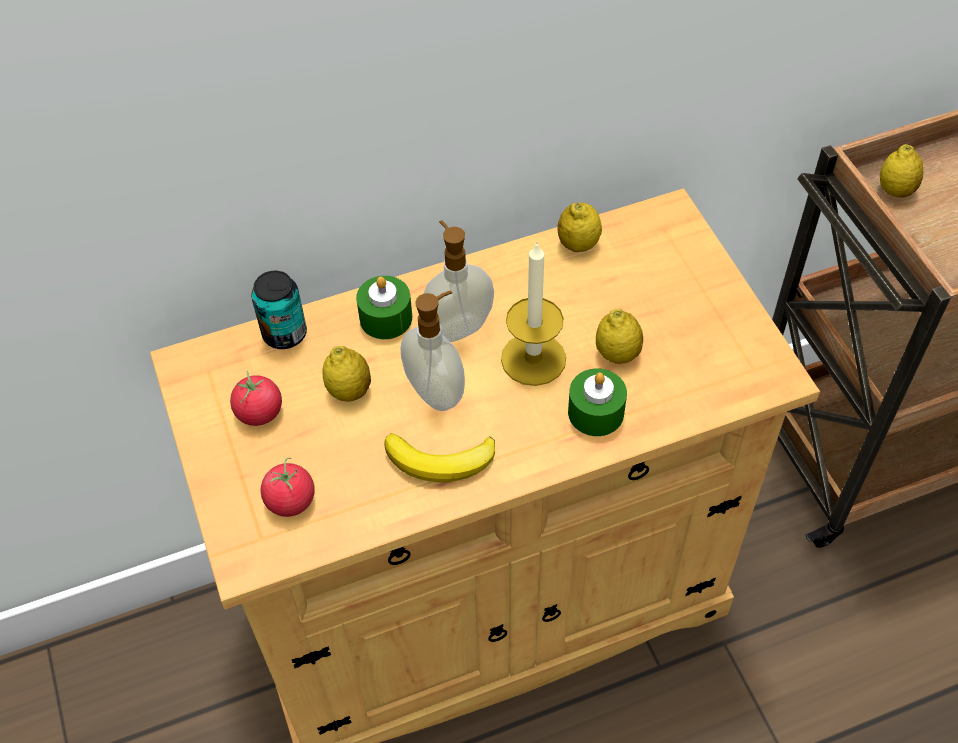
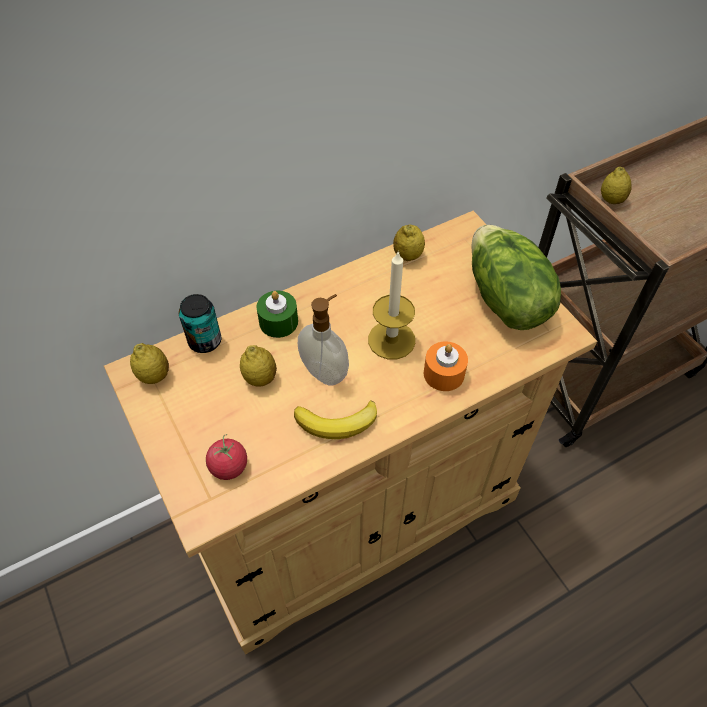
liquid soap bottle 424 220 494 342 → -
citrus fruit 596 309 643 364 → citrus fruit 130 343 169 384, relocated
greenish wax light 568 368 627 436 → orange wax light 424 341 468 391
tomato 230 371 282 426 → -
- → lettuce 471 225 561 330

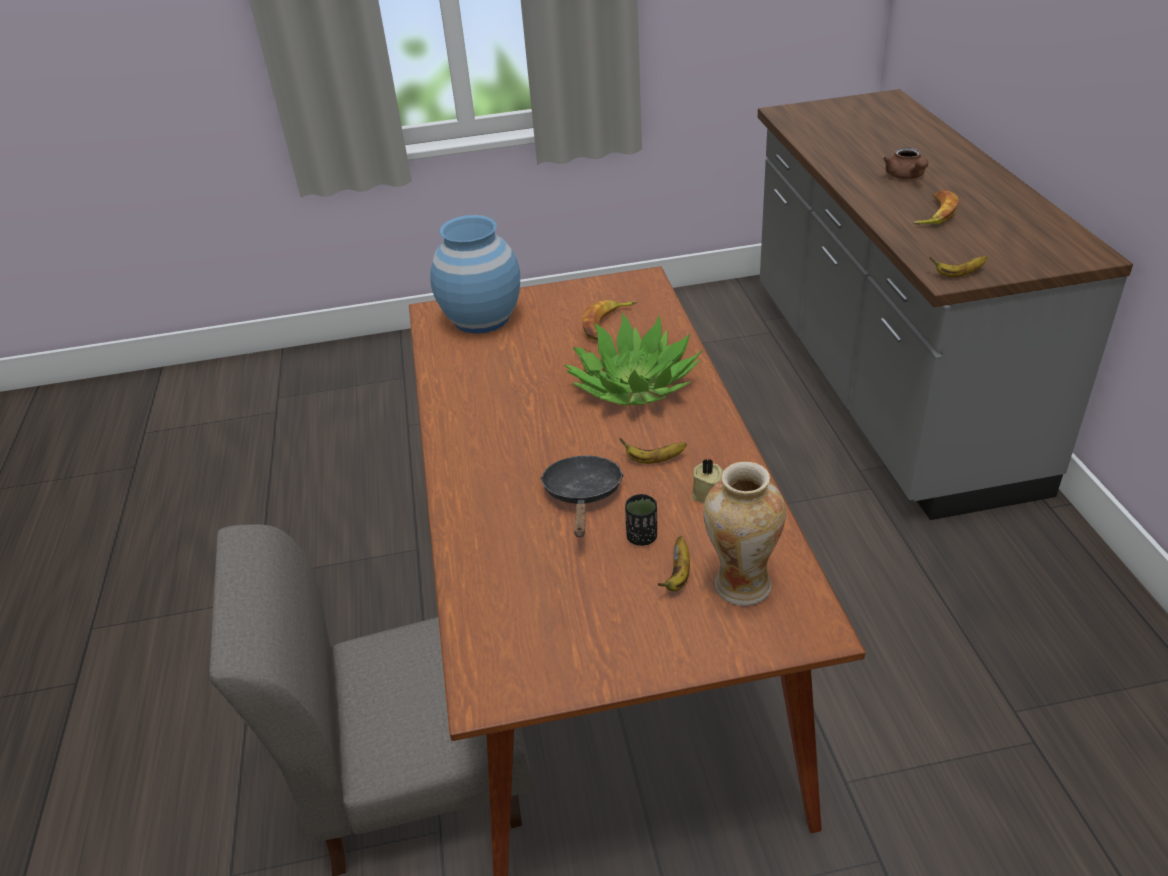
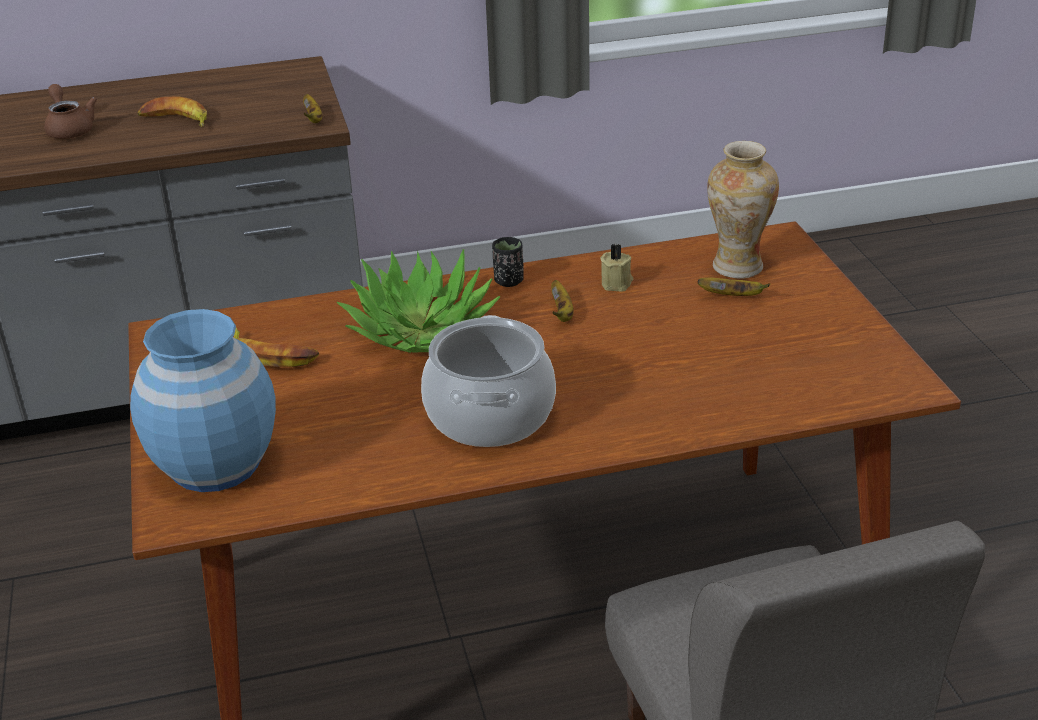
brown tea pot 883 147 928 179 → brown tea pot 44 84 97 139, 105 degrees counterclockwise
blackish frying pan 540 456 624 537 → -
blackish drinking cup 625 494 657 546 → blackish drinking cup 492 237 524 287, relocated
- → cooking pot 421 315 556 447

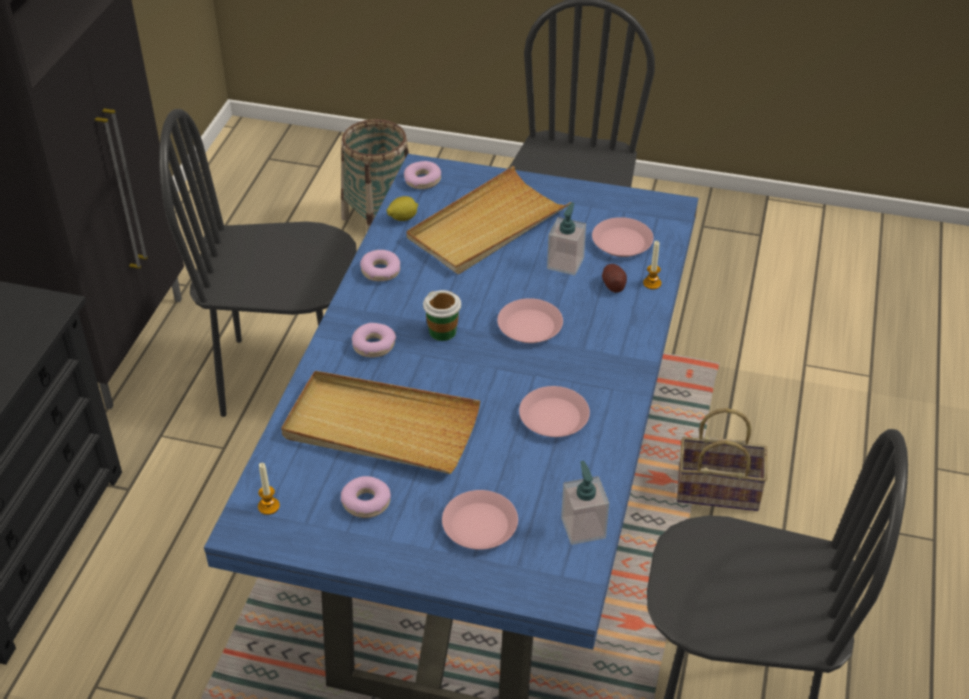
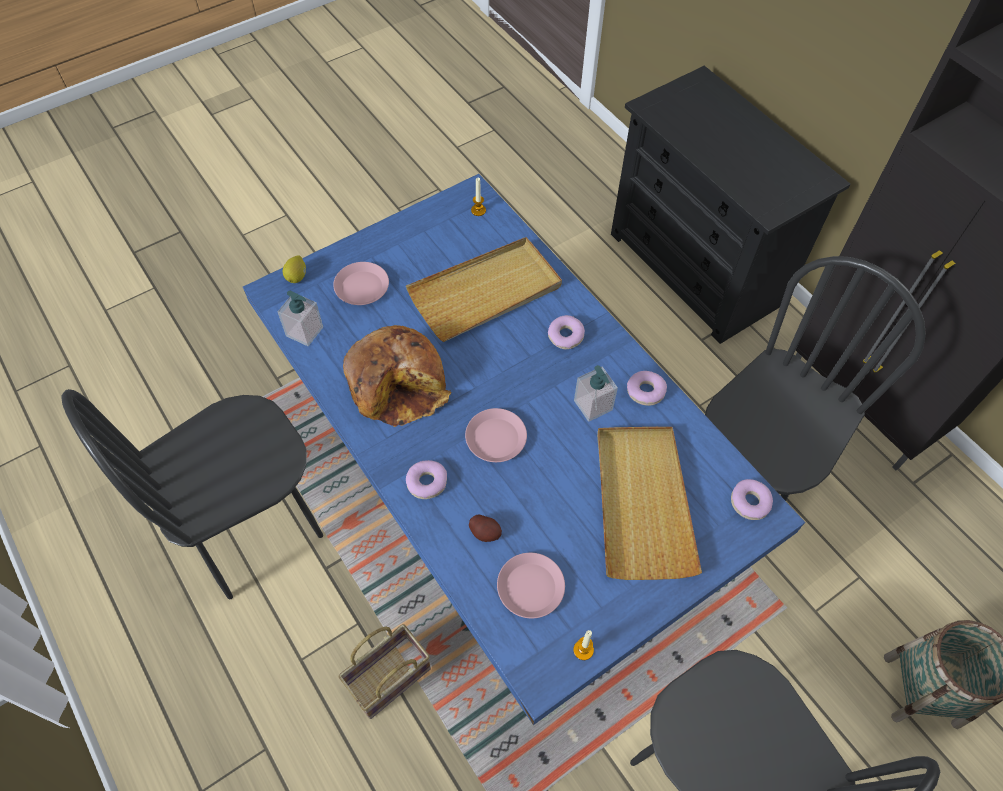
citrus fruit 386 196 418 221 → citrus fruit 283 255 306 283, relocated
liquid soap bottle 547 202 586 275 → liquid soap bottle 574 365 618 422, relocated
wax light 643 241 662 289 → wax light 573 630 594 660, relocated
drinking cup 423 290 461 341 → -
pink plate 519 386 590 437 → bread 343 325 452 427
donut 341 476 391 518 → donut 406 460 447 499, relocated

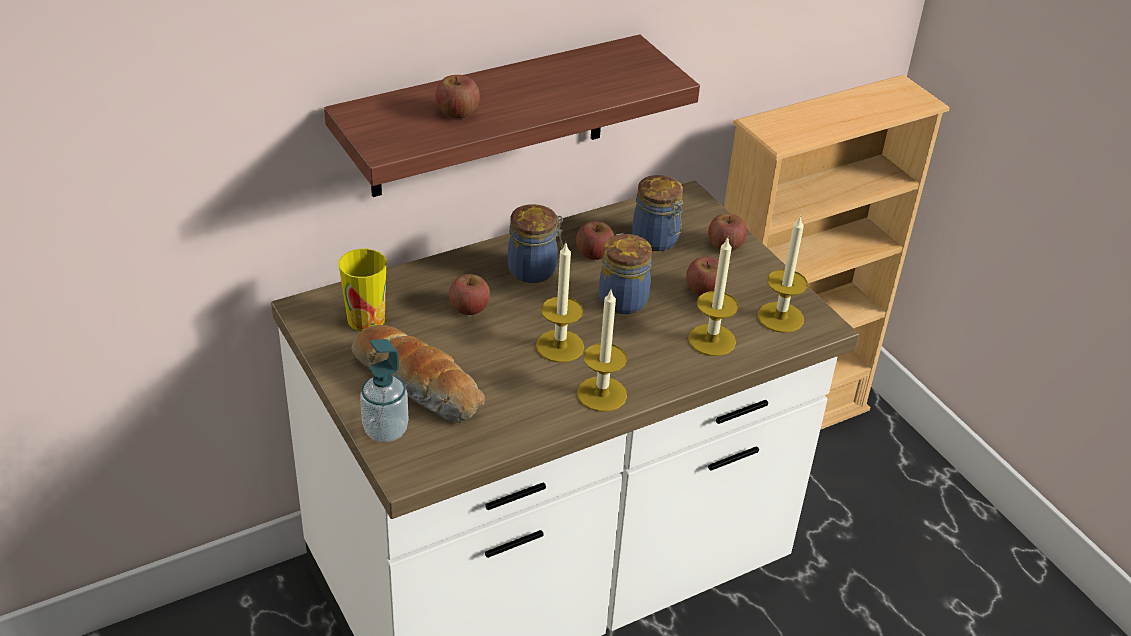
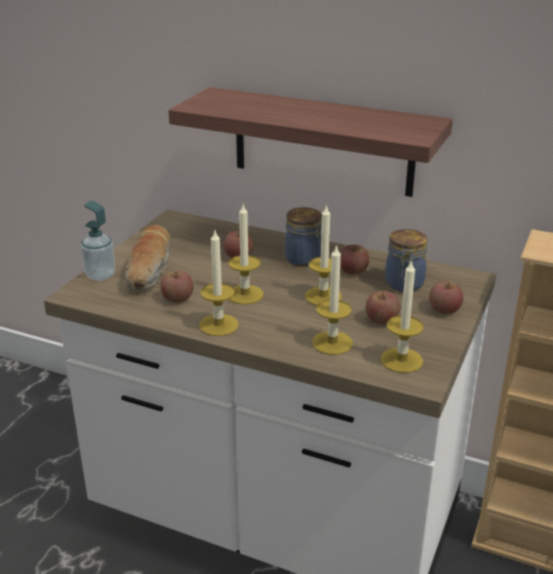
apple 435 75 480 119 → apple 160 271 194 303, relocated
preserve jar 599 234 652 314 → wax light 305 204 342 305
drinking cup 338 249 387 332 → -

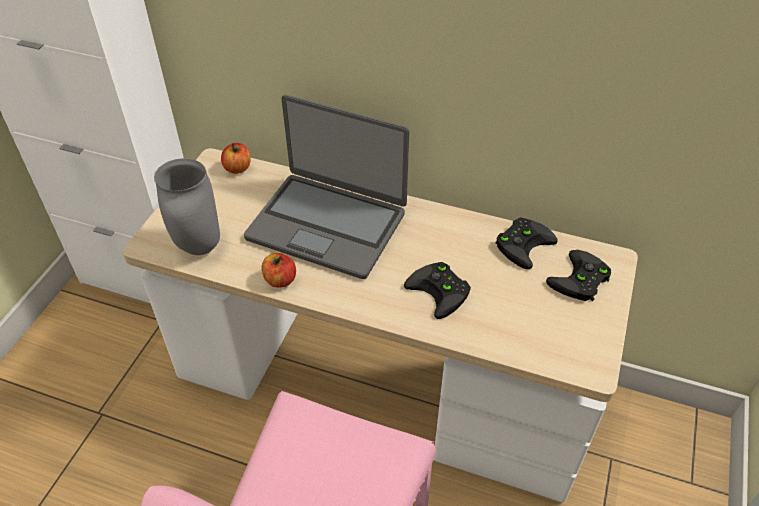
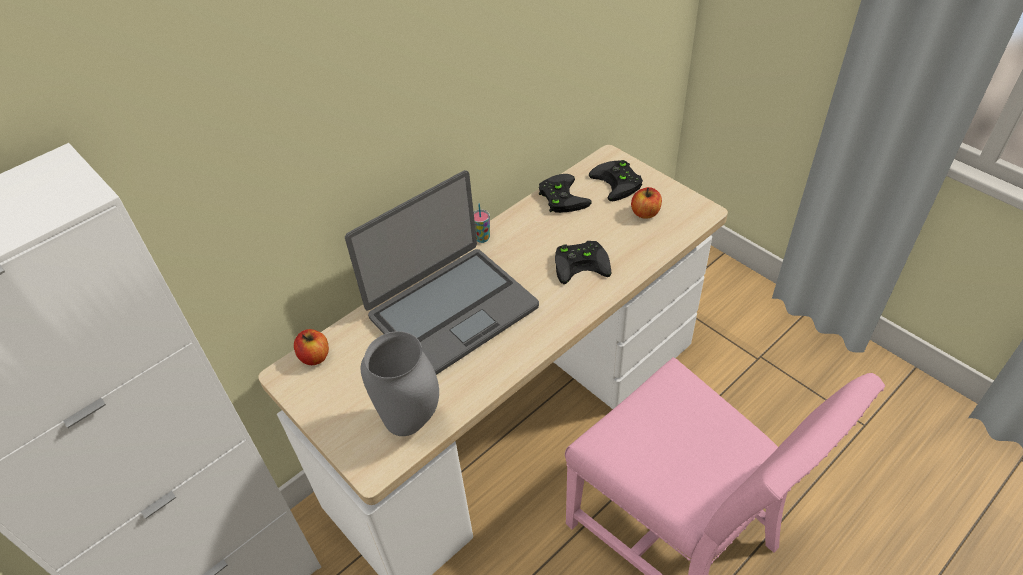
apple 262 253 296 288 → apple 631 187 662 219, relocated
- → drinking cup 474 204 490 243

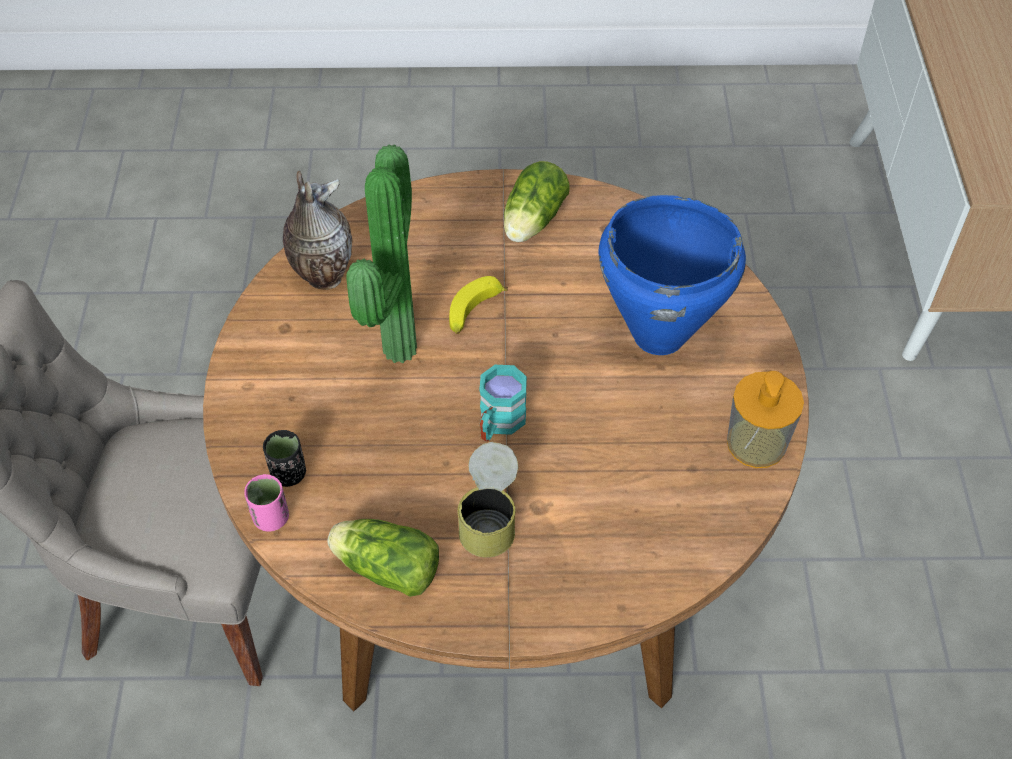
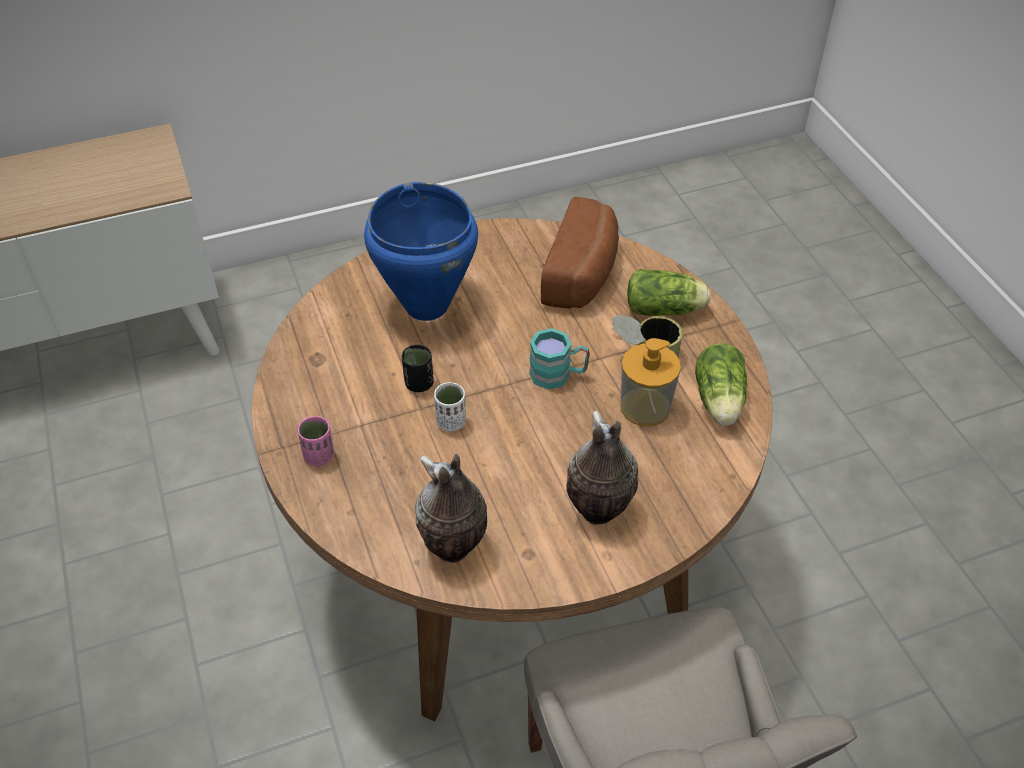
potted plant 346 144 417 363 → -
lettuce 504 161 570 242 → lettuce 627 269 711 316, relocated
banana fruit 449 276 508 334 → whitish drinking cup 434 382 466 432
liquid soap bottle 727 371 804 468 → liquid soap bottle 621 338 681 426, relocated
blackish drinking cup 263 430 306 487 → blackish drinking cup 402 345 434 392, relocated
pink drinking cup 244 474 289 532 → pink drinking cup 298 416 334 466, relocated
- → bread 541 197 619 309
- → decorative vase 566 411 638 525

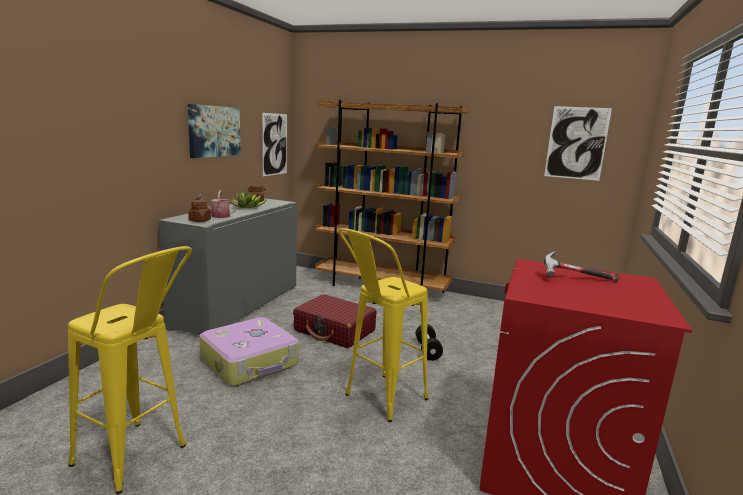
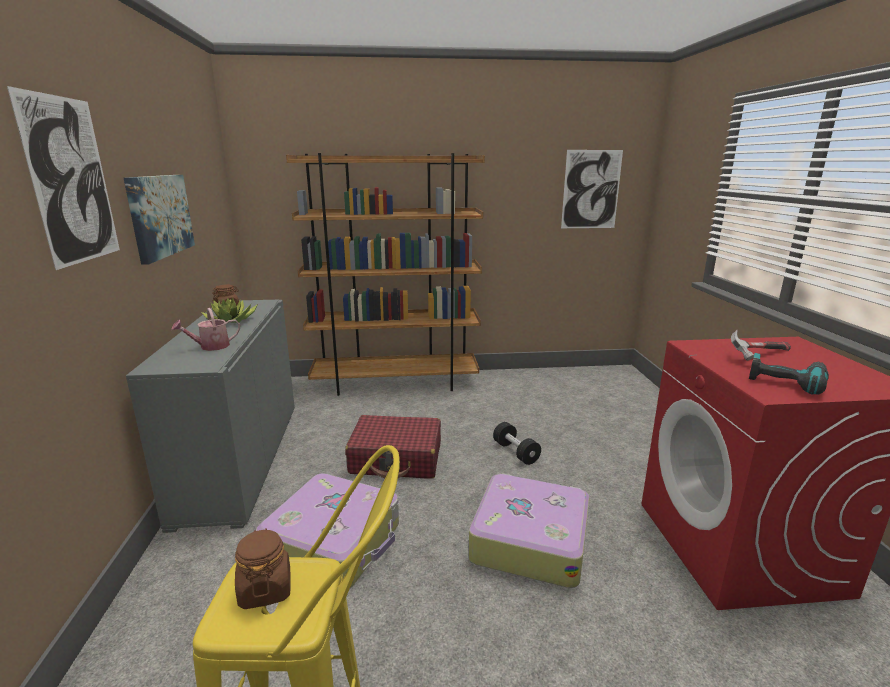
picture 262 113 287 176 → picture 7 86 120 270, relocated
brown preserve jar 188 200 211 222 → brown preserve jar 235 528 290 609, relocated
yellow sitting stool 338 228 428 422 → piece of luggage 469 473 590 588
- → electric drill 749 353 829 395

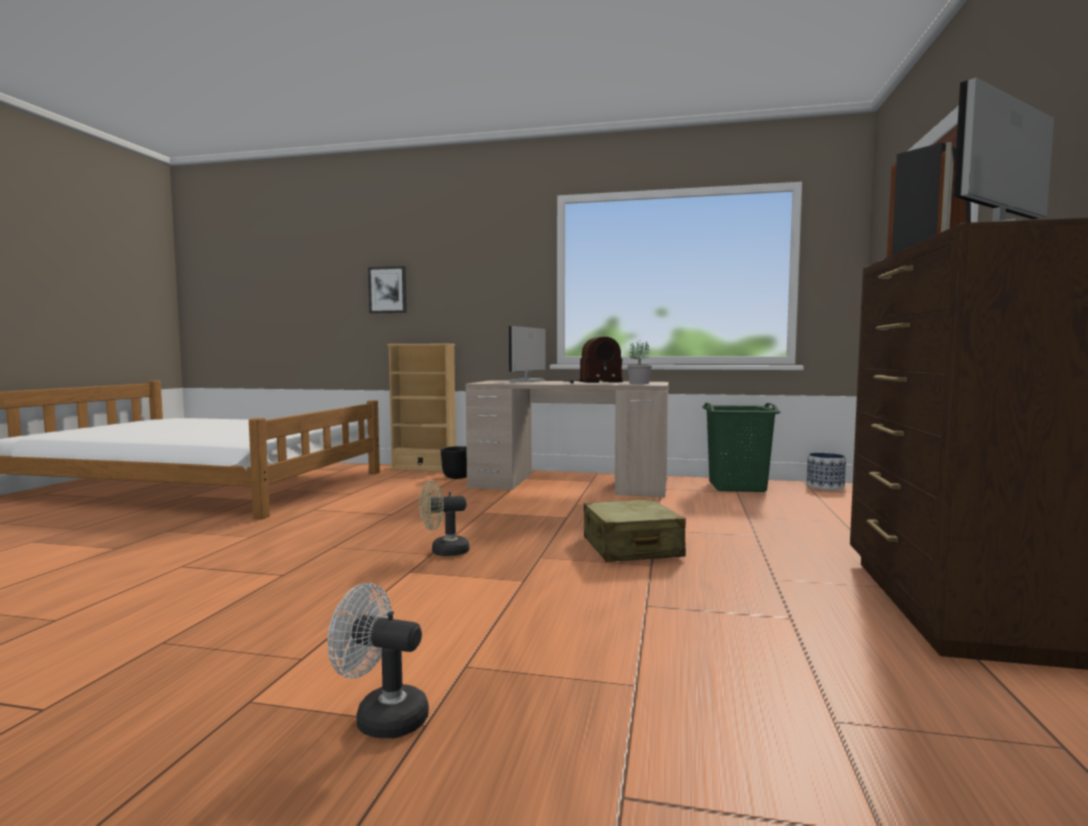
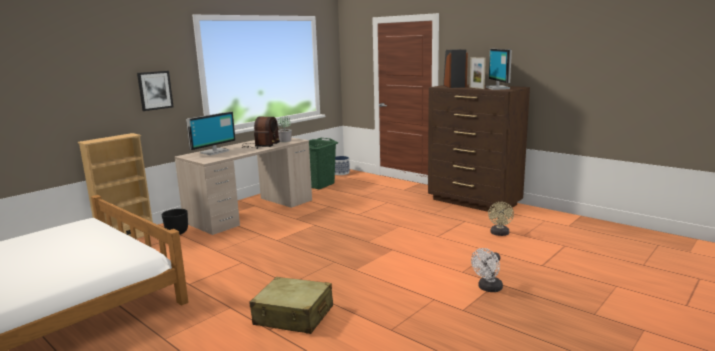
picture 368 266 407 313 → picture 137 71 174 111, relocated
monitor 509 326 546 382 → monitor 186 111 236 155, 105 degrees counterclockwise
beige-coloured electric fan 419 480 469 556 → beige-coloured electric fan 488 202 514 236, relocated
beige-coloured piece of luggage 584 499 686 562 → beige-coloured piece of luggage 250 277 333 334, relocated

